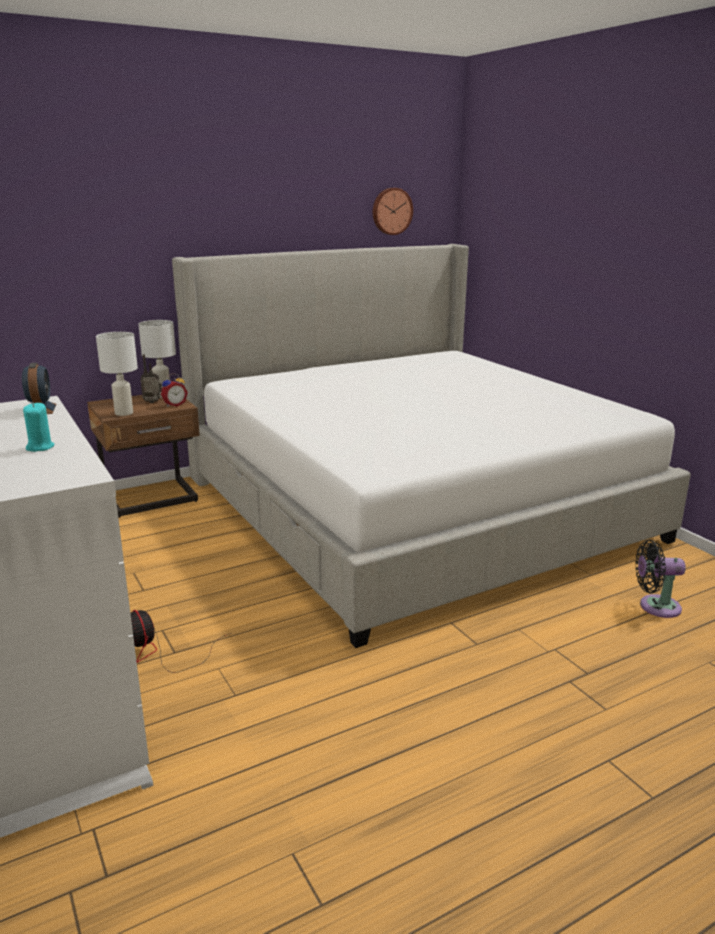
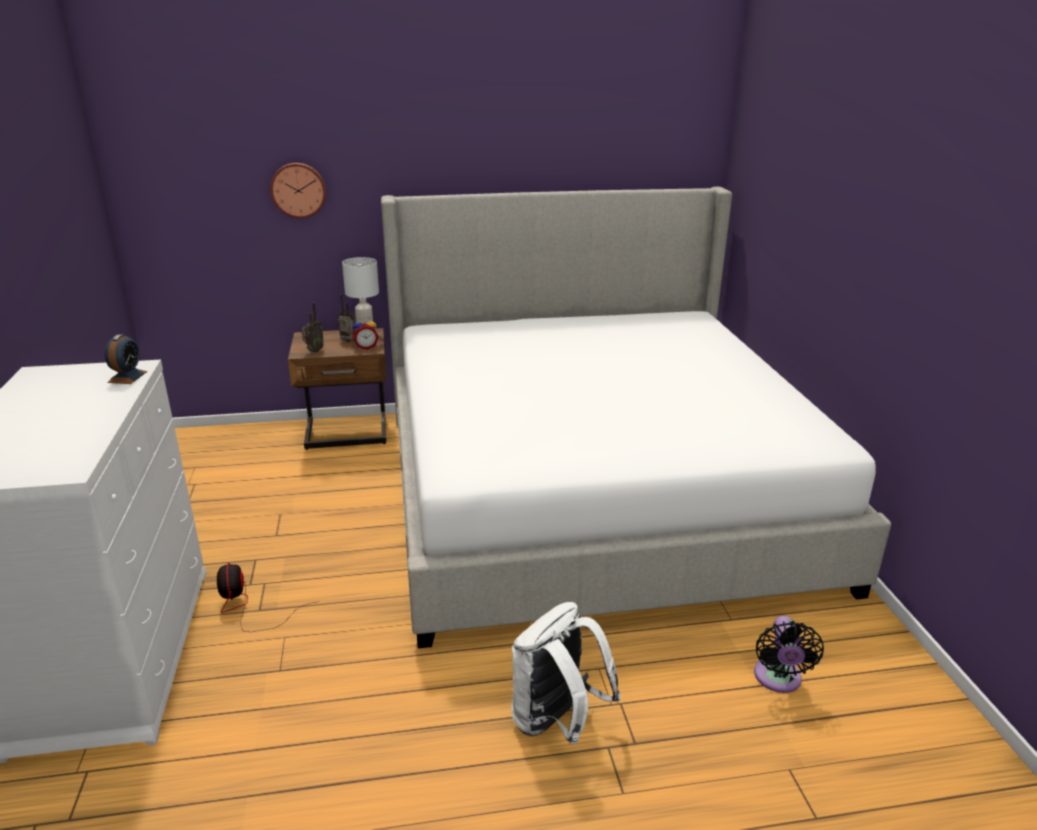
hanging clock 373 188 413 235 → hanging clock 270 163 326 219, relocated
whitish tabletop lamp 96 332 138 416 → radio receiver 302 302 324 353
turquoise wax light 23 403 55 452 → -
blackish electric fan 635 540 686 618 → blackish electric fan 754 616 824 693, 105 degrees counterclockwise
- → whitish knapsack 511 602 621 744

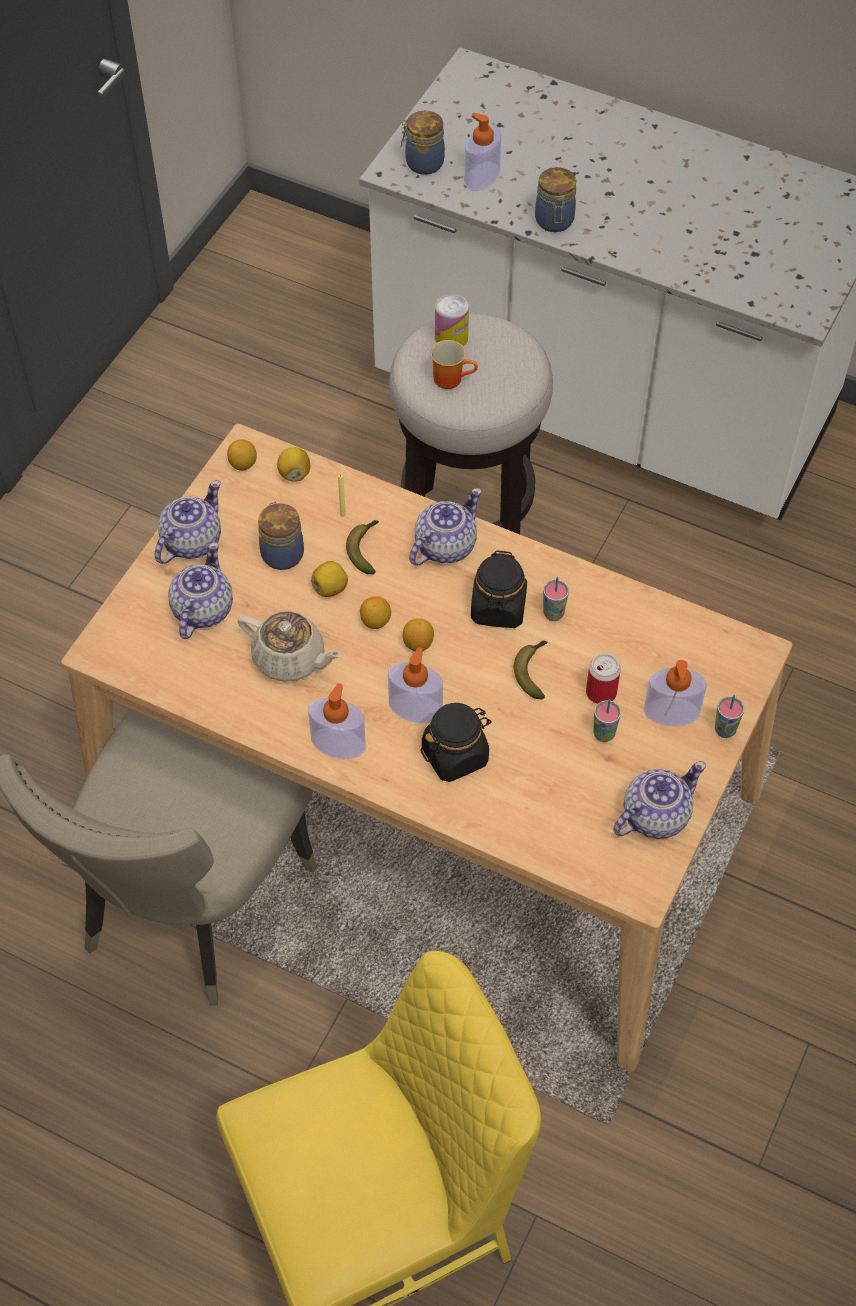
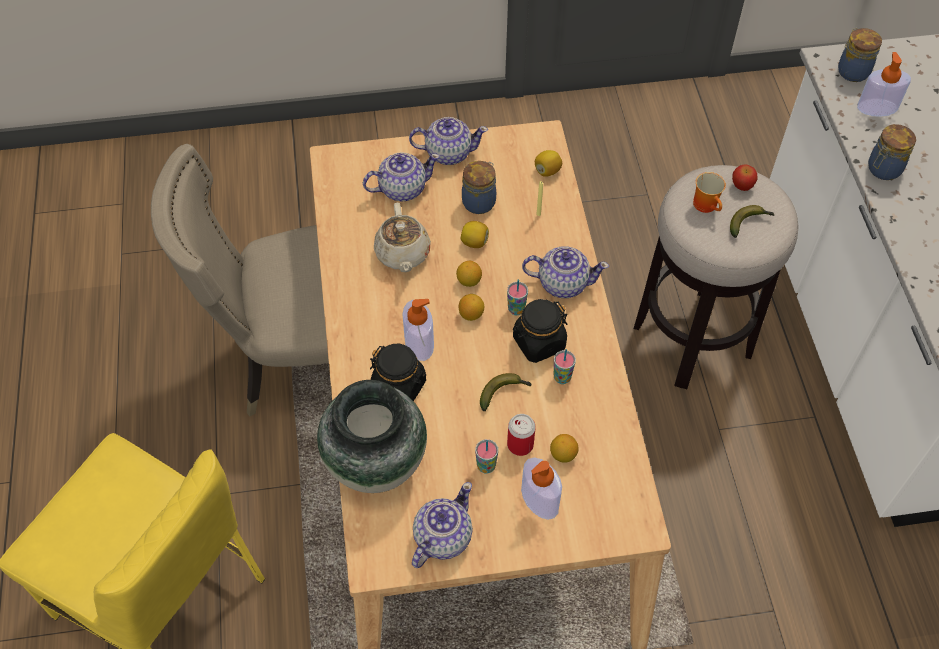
can 435 294 469 346 → apple 732 164 757 191
citrus fruit 227 439 257 471 → citrus fruit 550 434 579 463, relocated
banana fruit 346 520 379 574 → banana fruit 730 205 774 238, relocated
liquid soap bottle 308 683 366 759 → -
drinking cup 715 695 744 738 → drinking cup 507 279 528 315, relocated
tea pot 613 761 706 839 → tea pot 412 482 473 568, 75 degrees counterclockwise
- → decorative vase 317 380 427 493

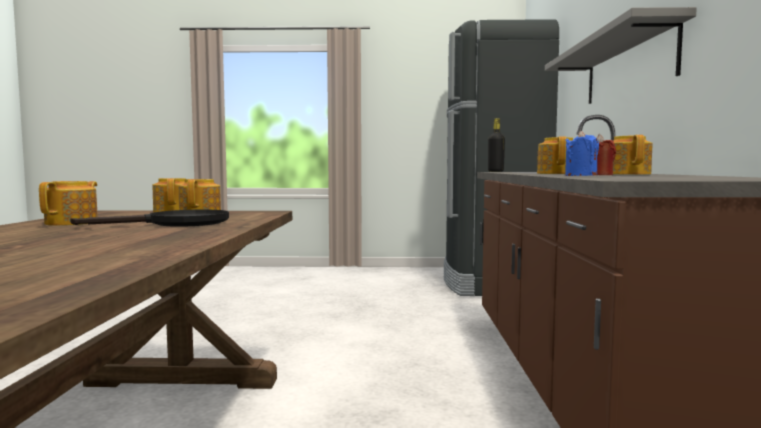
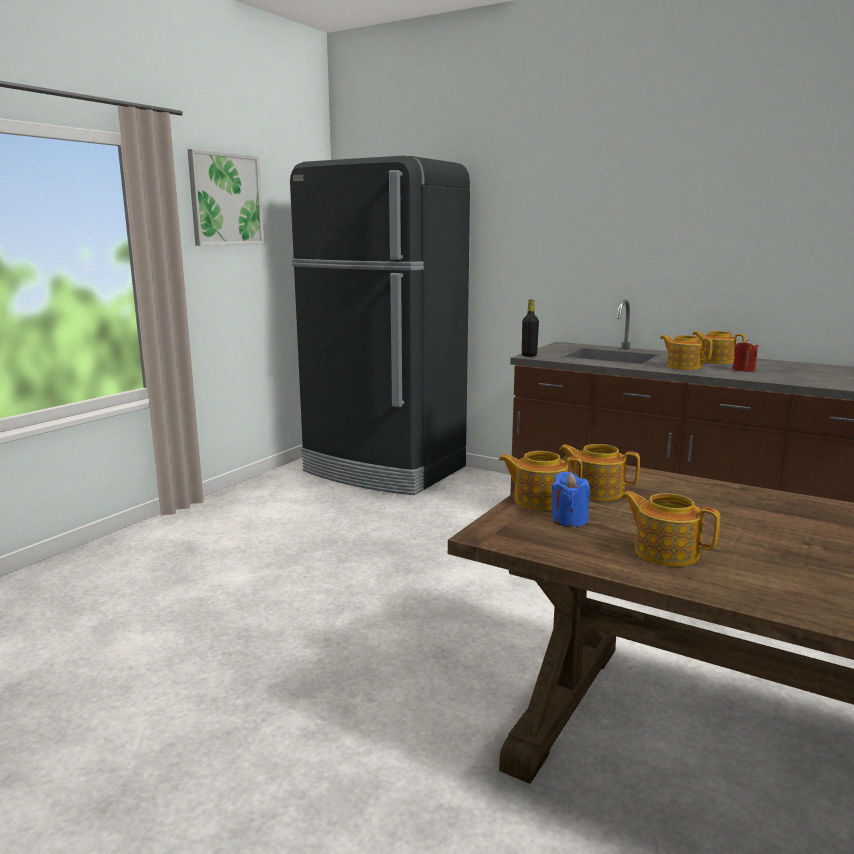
grey bracket shelf 545 7 697 104 → -
blue wax light 565 131 599 176 → blue wax light 552 472 590 527, relocated
blackish frying pan 70 209 229 227 → -
- → picture 187 149 264 246

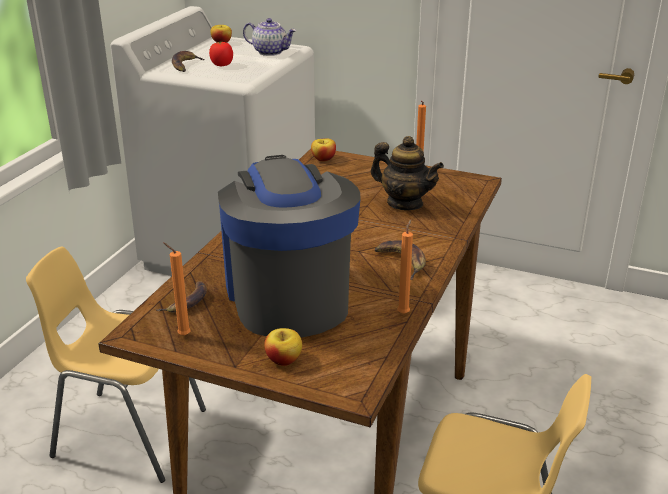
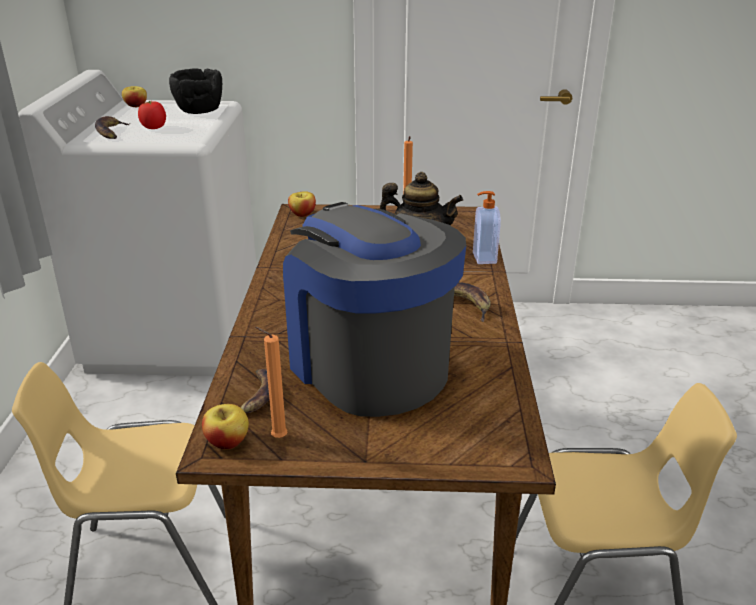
tea pot 243 18 297 56 → blackish deep dish 169 68 222 114
orange wax light 397 220 413 314 → -
apple 264 328 302 366 → apple 202 404 249 450, relocated
- → liquid soap bottle 473 191 501 264

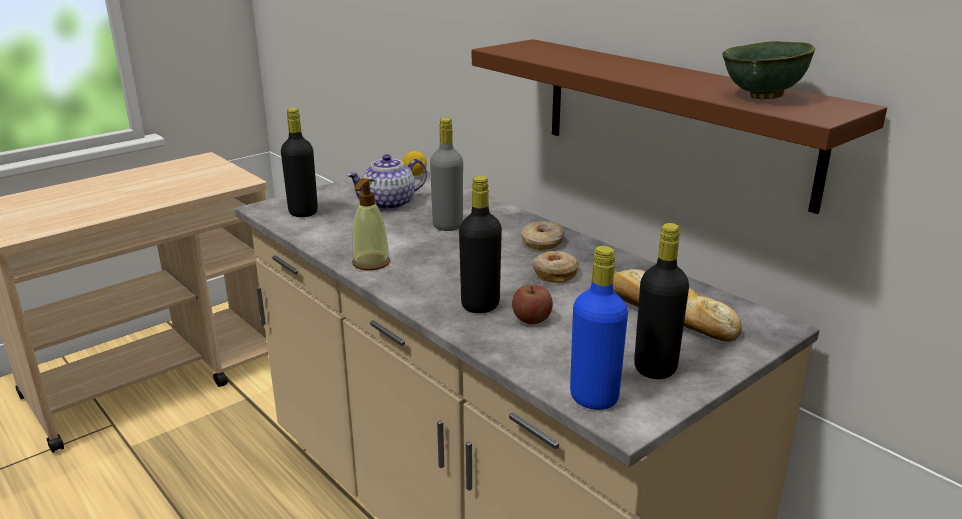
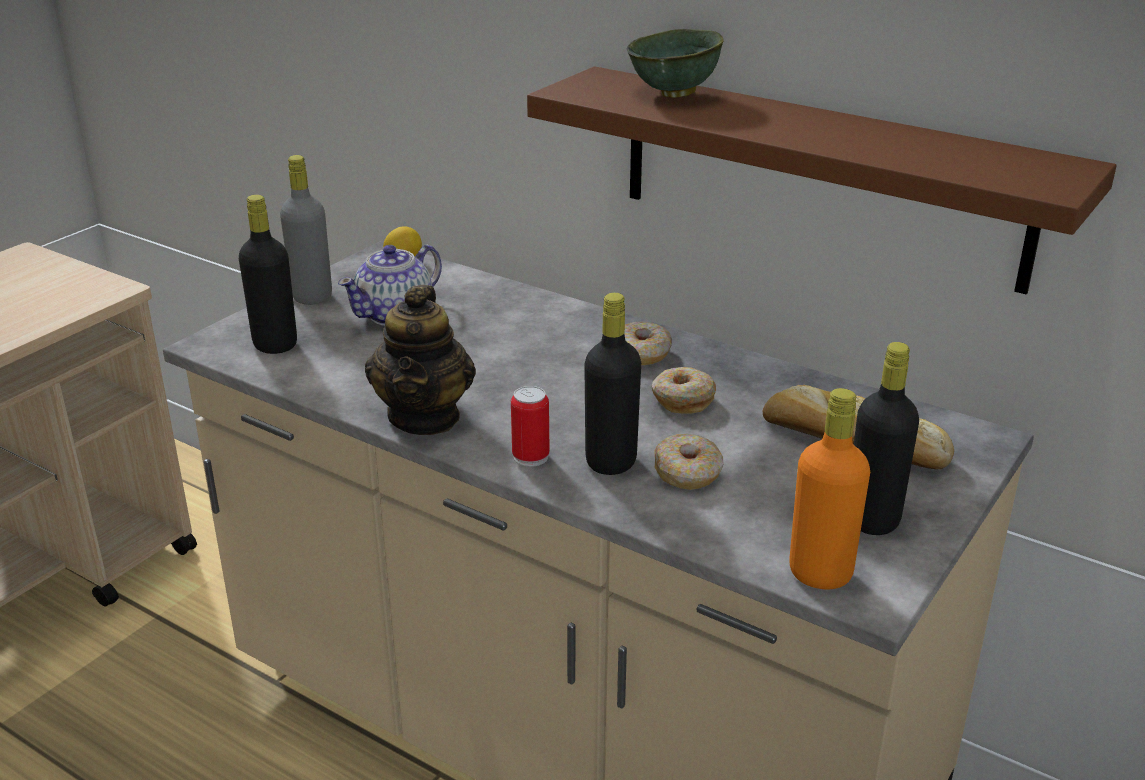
greenish deep dish 722 41 816 99 → greenish deep dish 627 29 724 98, relocated
grey drink bottle 430 117 463 231 → grey drink bottle 280 155 332 305, relocated
liquid soap bottle 352 178 390 270 → tea pot 365 285 476 435
blue drink bottle 570 246 628 410 → orange drink bottle 789 388 870 589
apple 512 285 553 324 → donut 654 434 723 490
- → can 511 386 550 467

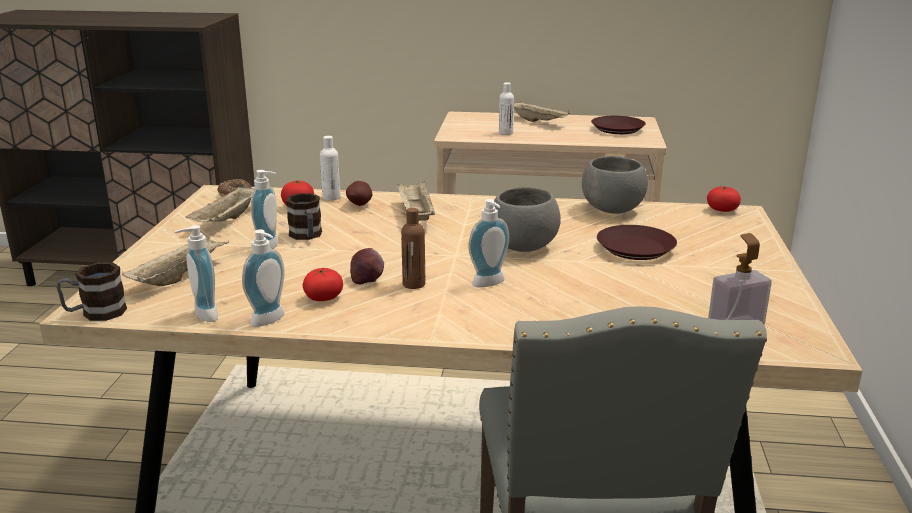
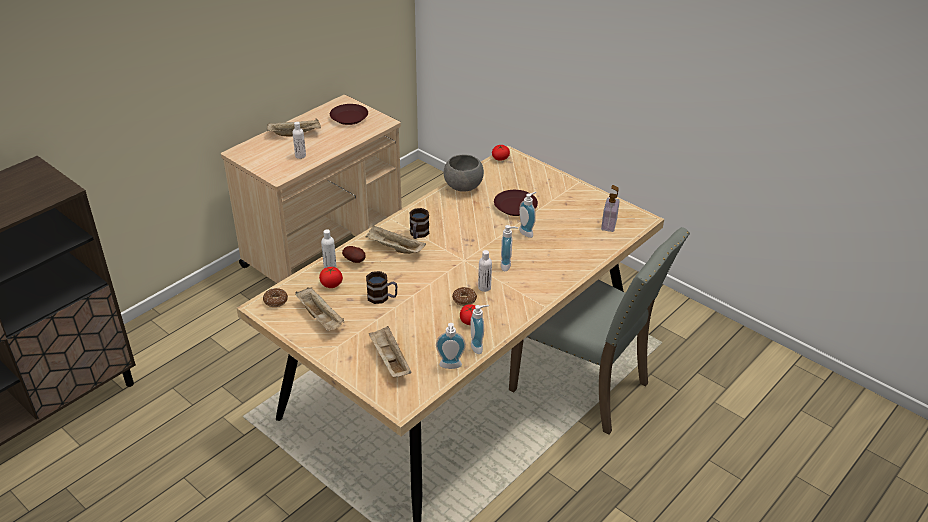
liquid soap bottle 251 170 279 249 → liquid soap bottle 519 192 537 238, relocated
grey deep dish 494 187 561 252 → -
brown drink bottle 401 208 425 289 → whitish drink bottle 478 250 492 292
apple 350 248 384 285 → donut 452 287 477 306
tea mug 57 262 127 321 → tea mug 409 208 429 239, relocated

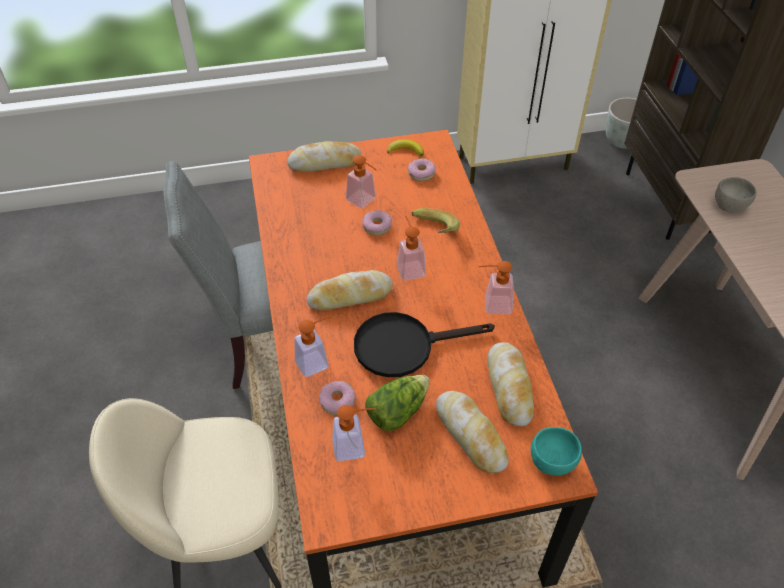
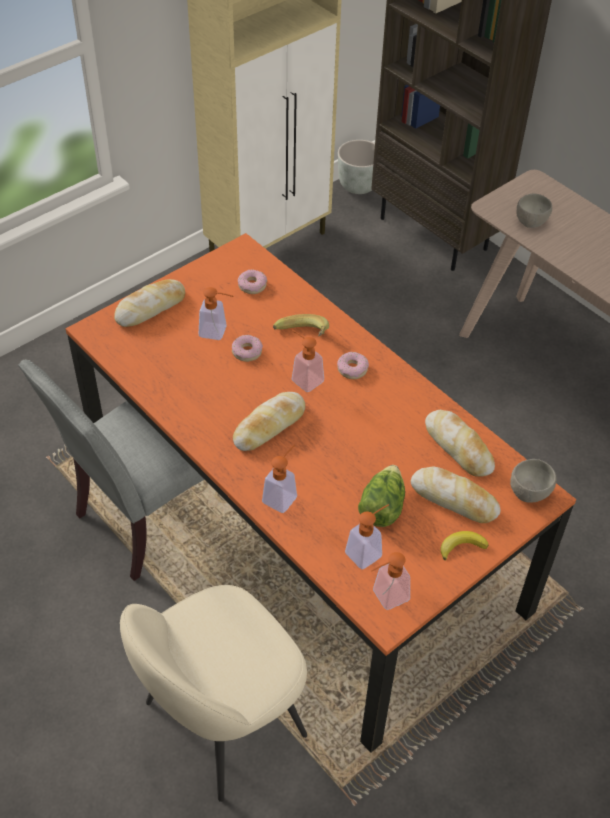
banana fruit 387 139 424 157 → banana fruit 440 531 489 560, relocated
liquid soap bottle 478 261 514 314 → liquid soap bottle 371 552 410 610, relocated
blackish frying pan 354 312 495 377 → -
donut 319 381 356 415 → donut 337 352 369 379, relocated
turquoise deep dish 531 427 582 475 → grey deep dish 510 459 556 503

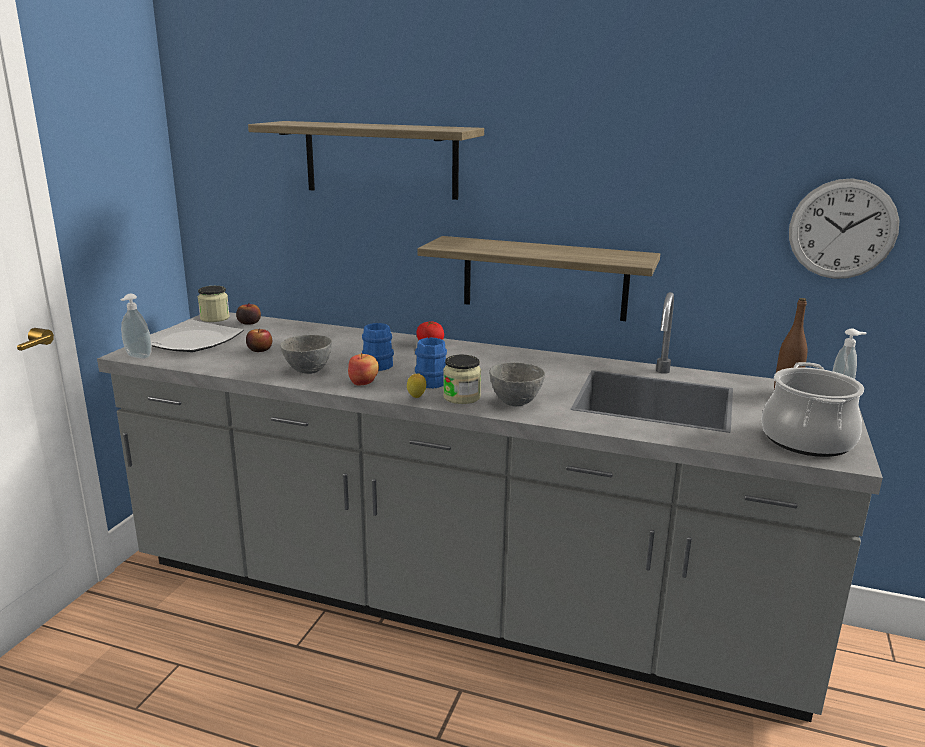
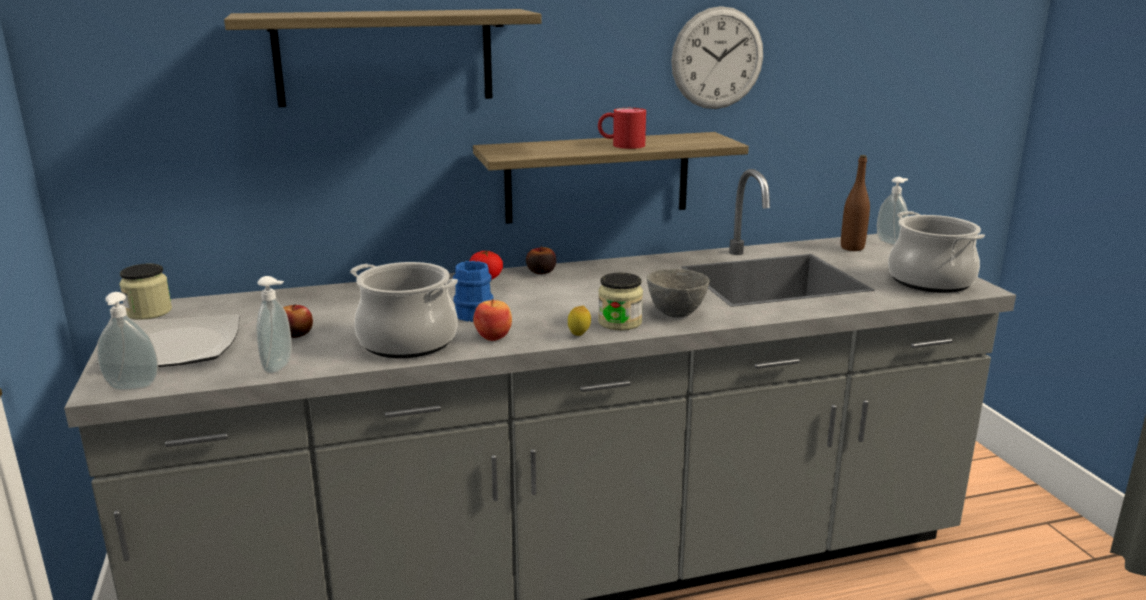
hanging clock 789 178 900 279 → hanging clock 671 6 763 109, relocated
apple 236 303 261 325 → apple 526 246 556 274, relocated
grey deep dish 280 335 332 374 → cooking pot 350 262 458 358
blue tea mug 415 337 447 388 → -
- → reddish tea mug 598 108 646 149
- → liquid soap bottle 256 276 292 374

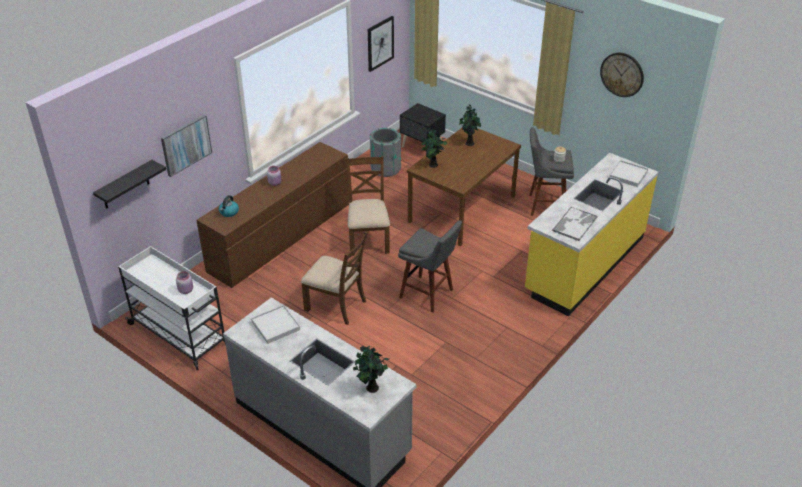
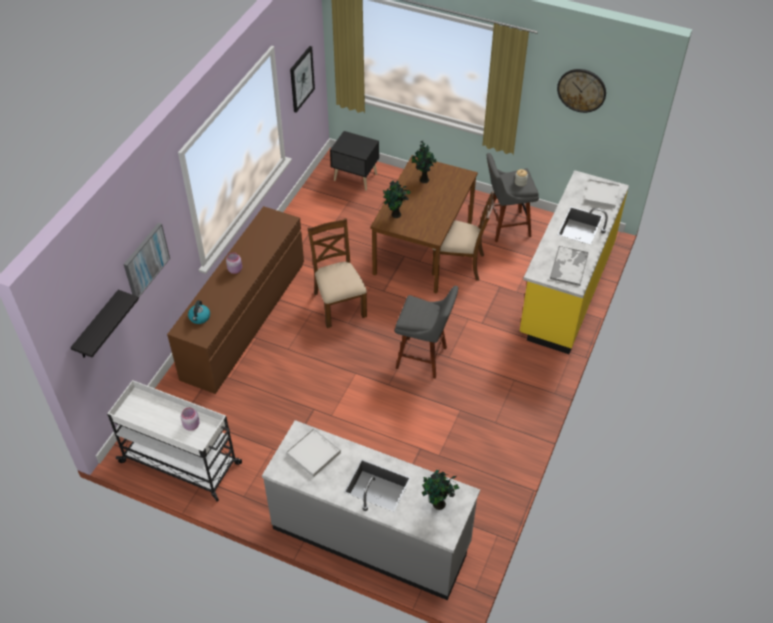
grey waste bin 370 128 401 177 → -
brown plain chair 301 231 368 325 → brown plain chair 432 191 495 281, relocated

